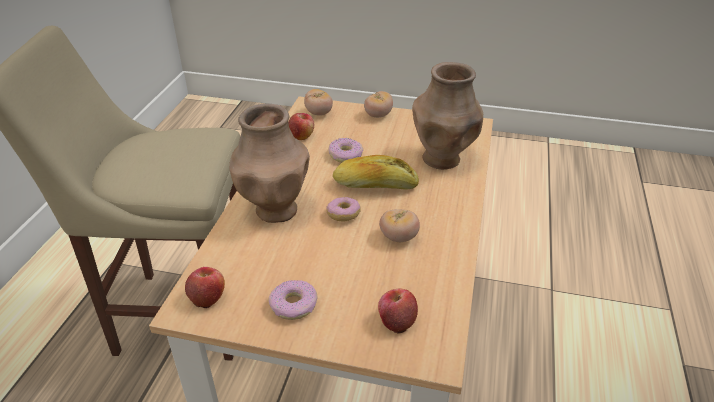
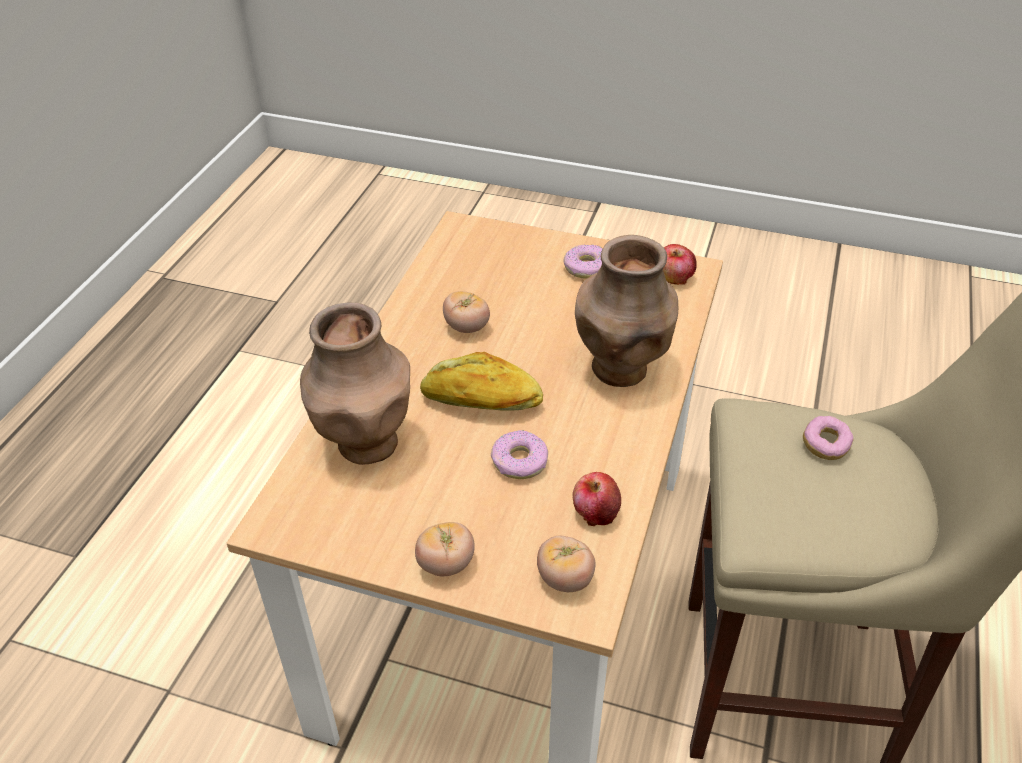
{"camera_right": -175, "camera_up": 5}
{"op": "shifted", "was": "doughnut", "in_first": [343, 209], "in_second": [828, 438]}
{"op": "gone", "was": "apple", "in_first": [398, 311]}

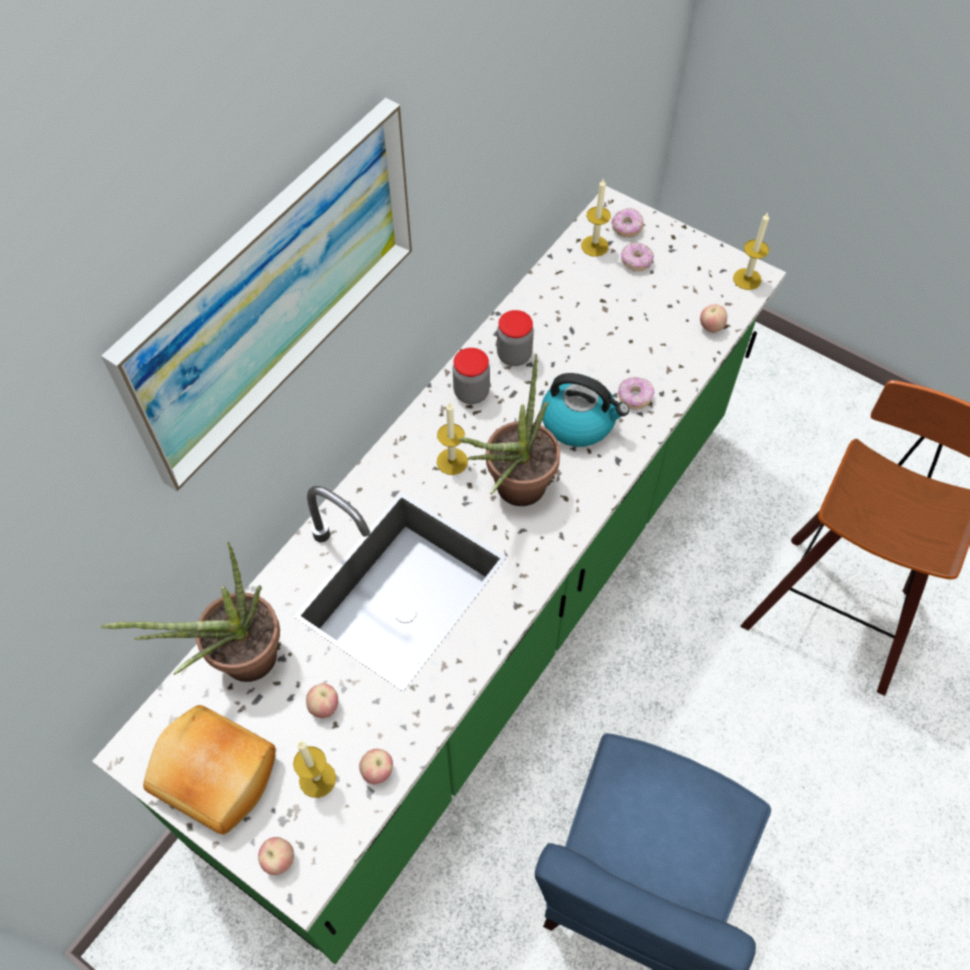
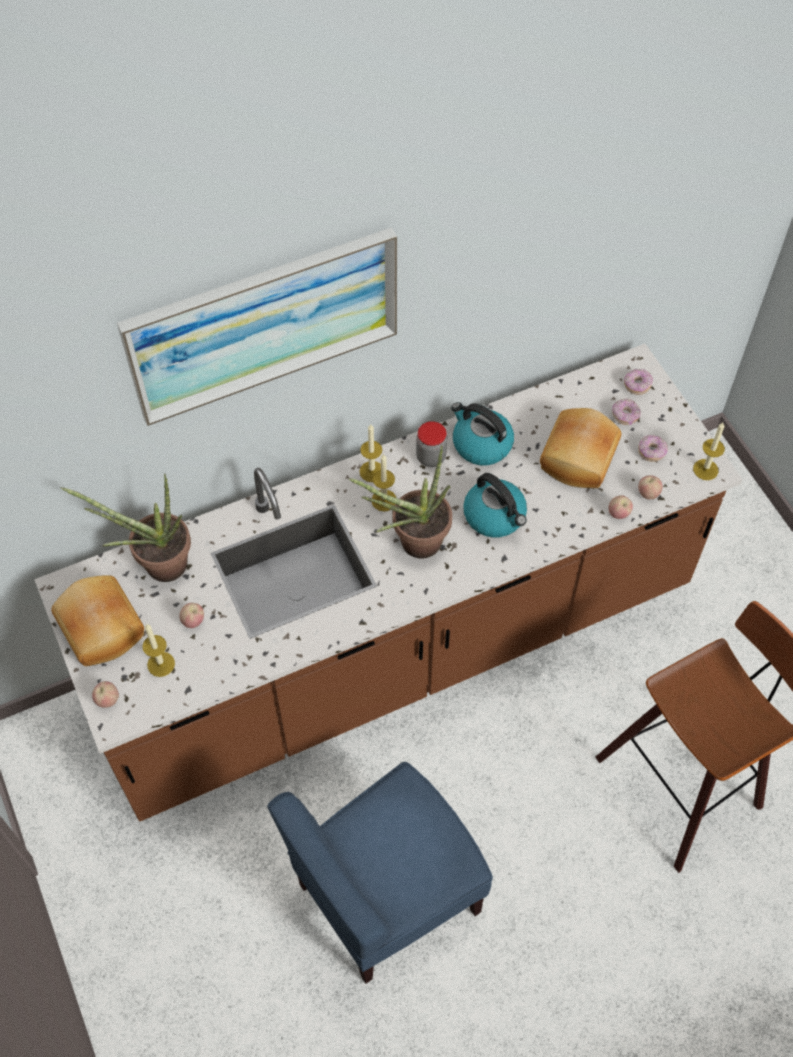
{"camera_right": 30, "camera_up": 0}
{"op": "repainted", "was": "counter (greenish)", "now": "counter (brown)", "in_first": [439, 575], "in_second": [388, 583]}
{"op": "shifted", "was": "wax candle", "in_first": [596, 218], "in_second": [370, 453]}
{"op": "swapped", "was": "storage jar", "now": "kettle", "in_first": [515, 338], "in_second": [482, 434]}
{"op": "new", "now": "bakery bread", "in_second": [581, 448]}
{"op": "shifted", "was": "apple", "in_first": [376, 766], "in_second": [621, 507]}
{"op": "shifted", "was": "doughnut", "in_first": [636, 393], "in_second": [653, 448]}

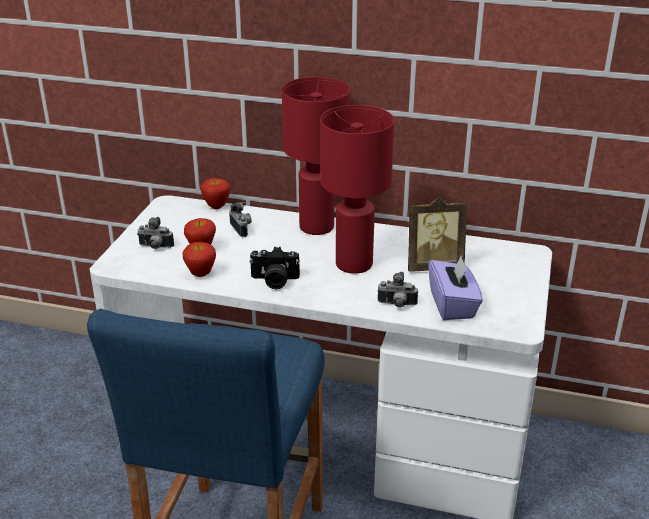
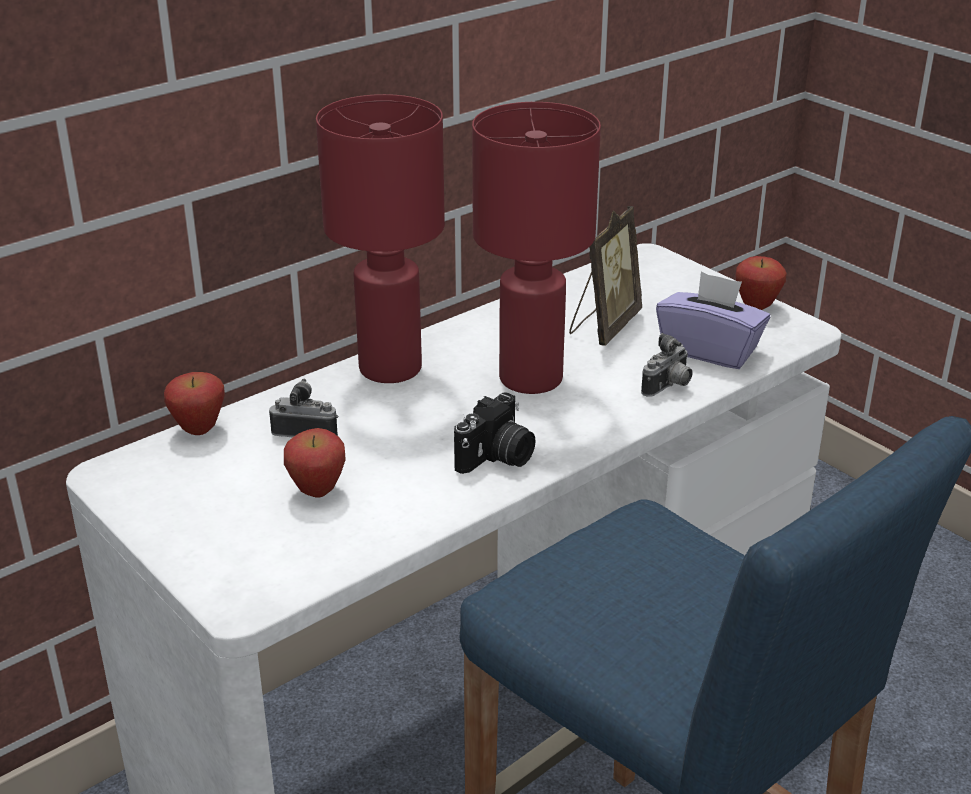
{"camera_right": -55, "camera_up": 0}
{"op": "shifted", "was": "apple", "in_first": [199, 259], "in_second": [761, 283]}
{"op": "gone", "was": "photo camera", "in_first": [155, 233]}

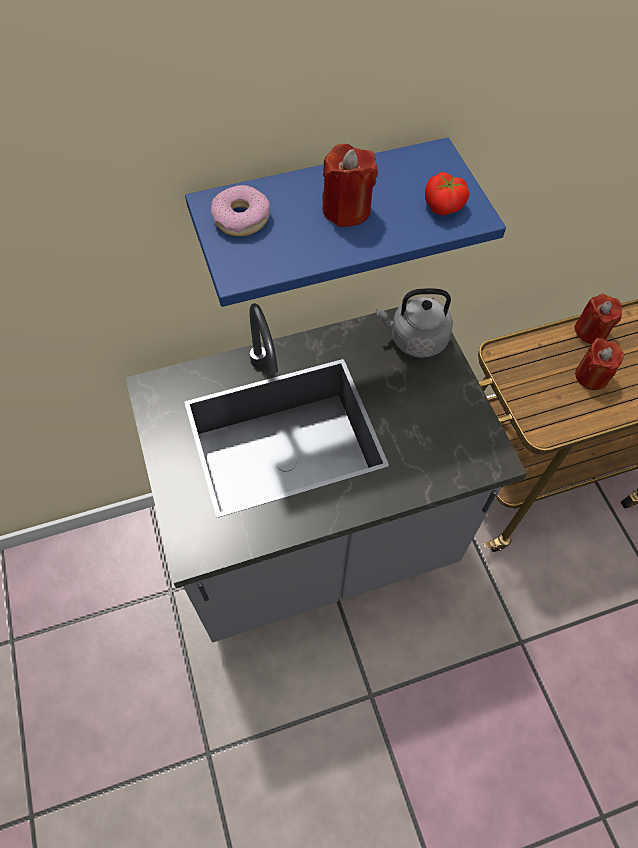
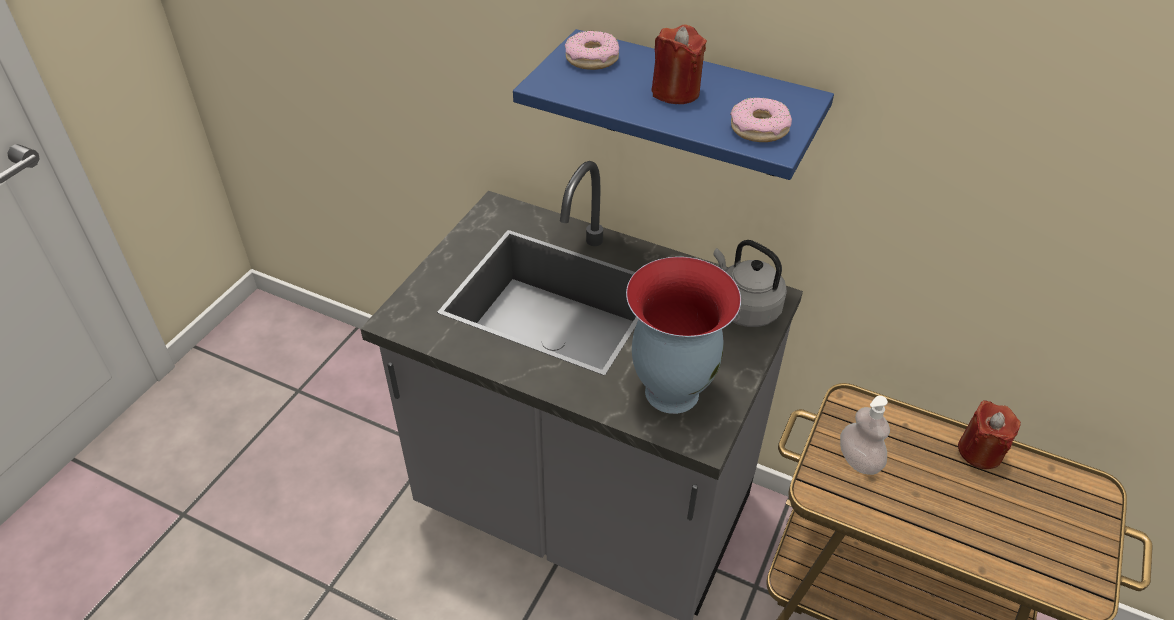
{"camera_right": 45, "camera_up": -15}
{"op": "new", "now": "vase", "in_second": [683, 335]}
{"op": "swapped", "was": "tomato", "now": "doughnut", "in_first": [447, 194], "in_second": [761, 119]}
{"op": "new", "now": "liquid soap bottle", "in_second": [865, 435]}
{"op": "gone", "was": "wax candle (reddish)", "in_first": [599, 364]}

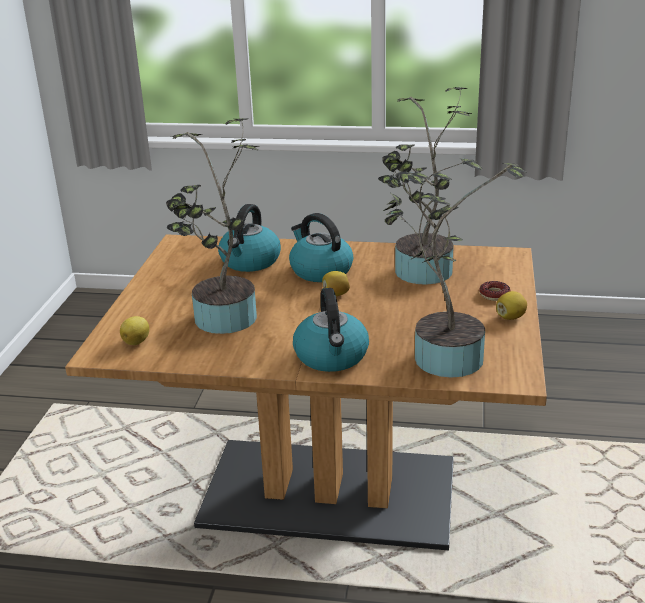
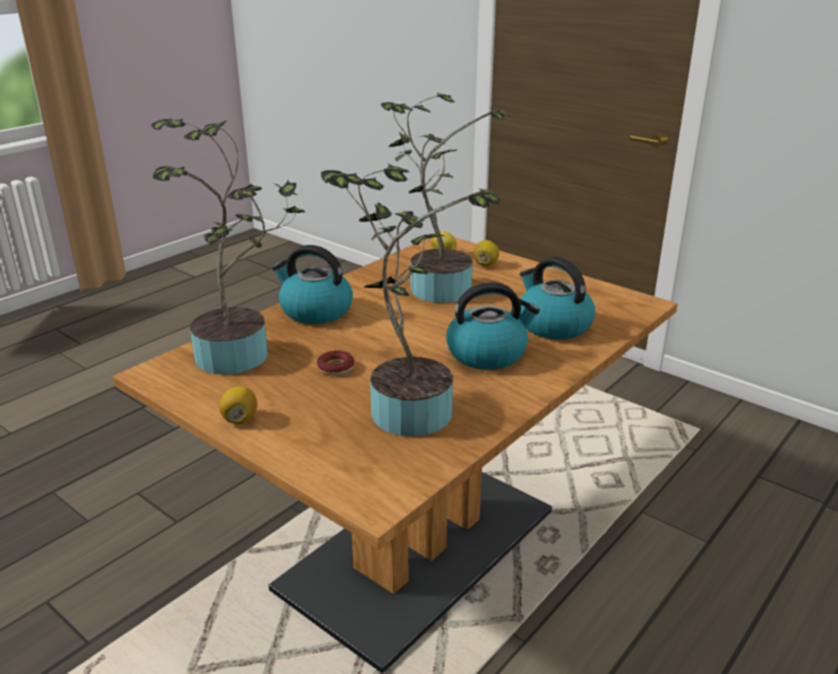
{"camera_right": 120, "camera_up": 0}
{"op": "shifted", "was": "doughnut", "in_first": [495, 291], "in_second": [336, 363]}
{"op": "shifted", "was": "lemon", "in_first": [336, 283], "in_second": [486, 253]}

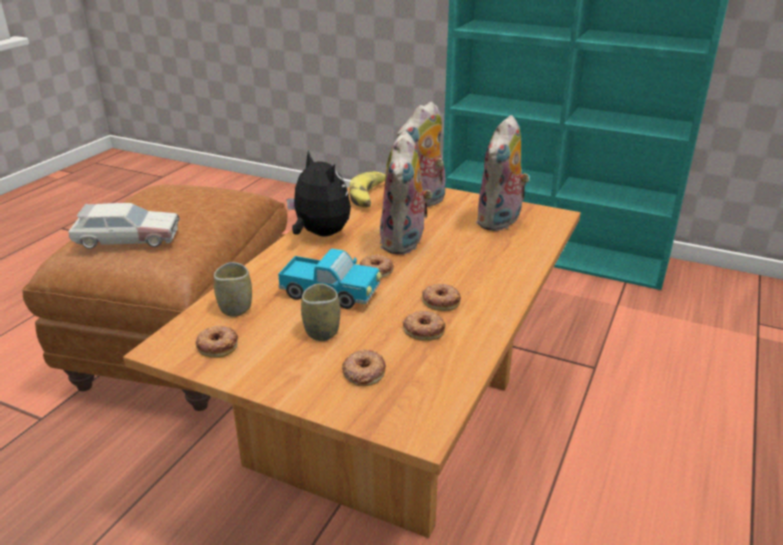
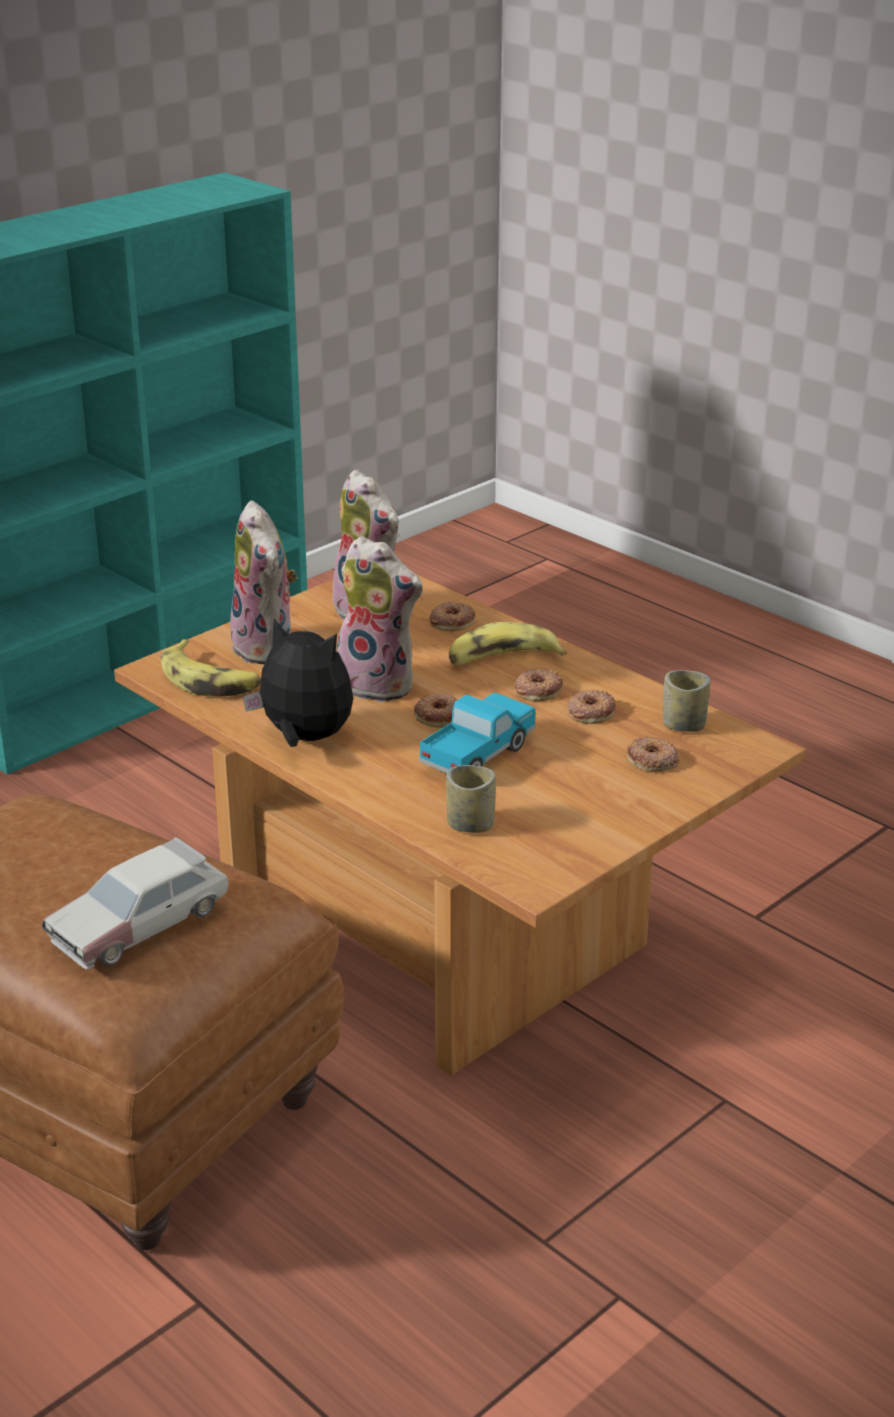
{"camera_right": -70, "camera_up": 0}
{"op": "rotated", "was": "model car", "in_first": [124, 226], "in_second": [135, 903], "clockwise": -150}
{"op": "rotated", "was": "cuddly toy", "in_first": [319, 193], "in_second": [298, 682], "clockwise": 45}
{"op": "shifted", "was": "doughnut", "in_first": [217, 342], "in_second": [452, 616]}
{"op": "new", "now": "banana fruit", "in_second": [508, 643]}
{"op": "shifted", "was": "small cup", "in_first": [320, 312], "in_second": [686, 701]}

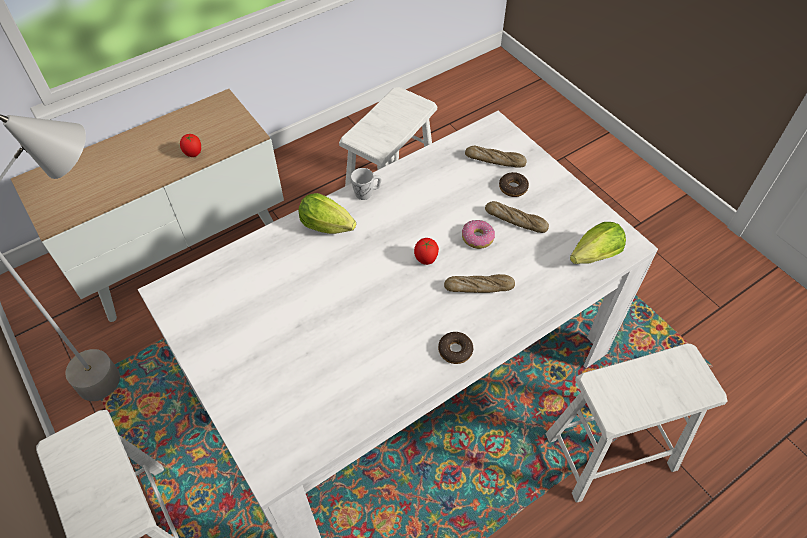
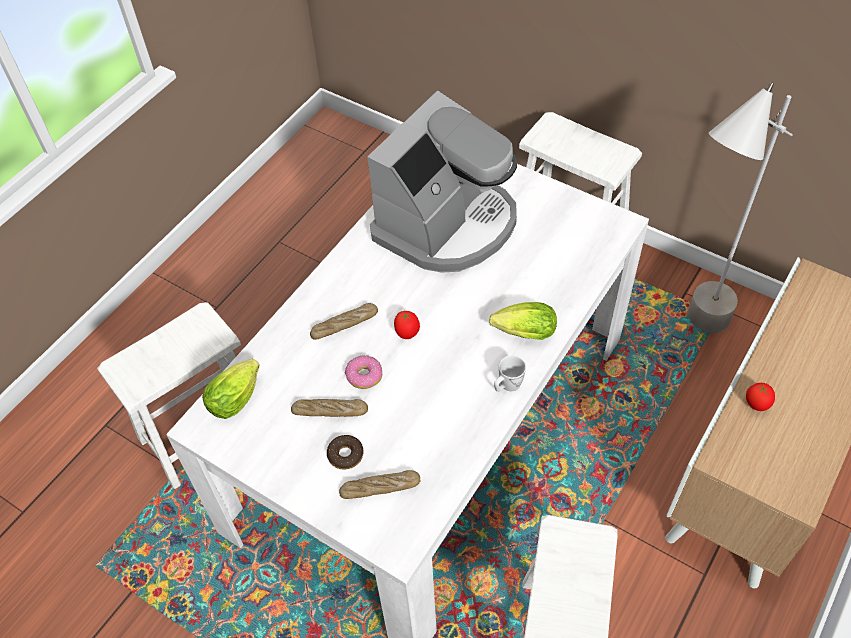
{"camera_right": 160, "camera_up": 0}
{"op": "new", "now": "coffee maker", "in_second": [442, 182]}
{"op": "gone", "was": "doughnut", "in_first": [456, 348]}

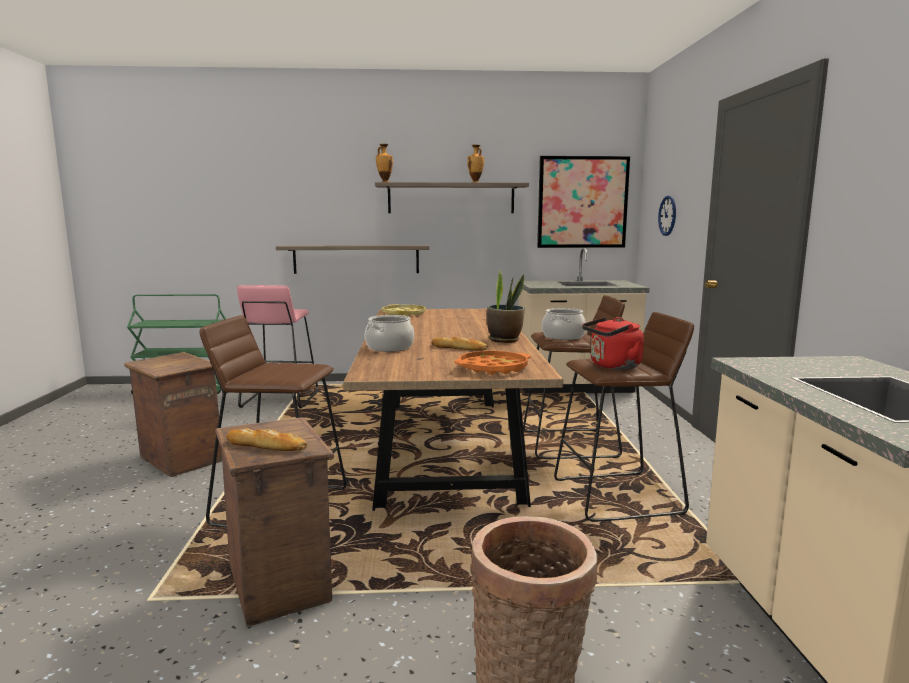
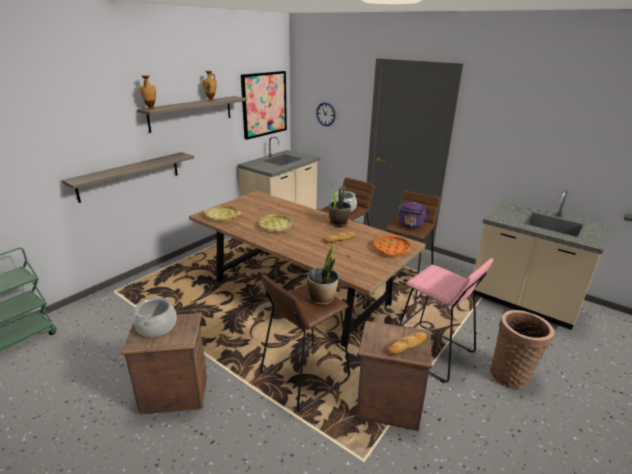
{"camera_right": -50, "camera_up": 15}
{"op": "shifted", "was": "stockpot", "in_first": [389, 333], "in_second": [155, 317]}
{"op": "new", "now": "tray (yellowish)", "in_second": [275, 223]}
{"op": "new", "now": "plant in a pot", "in_second": [323, 275]}
{"op": "repainted", "was": "kettle (reddish)", "now": "kettle (purple-coloured)", "in_first": [613, 343], "in_second": [415, 215]}
{"op": "shifted", "was": "stool seat (pinkish)", "in_first": [277, 346], "in_second": [446, 320]}

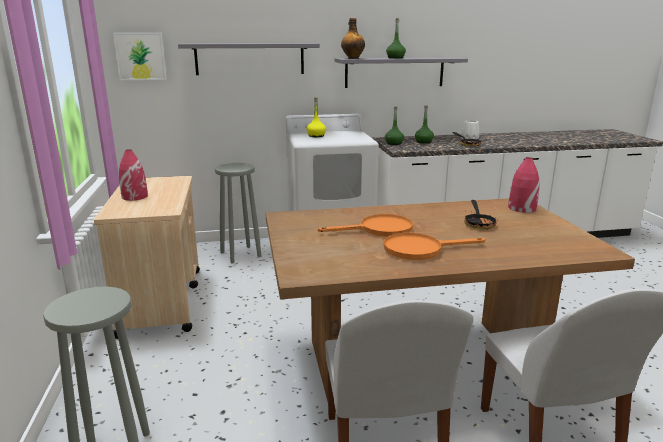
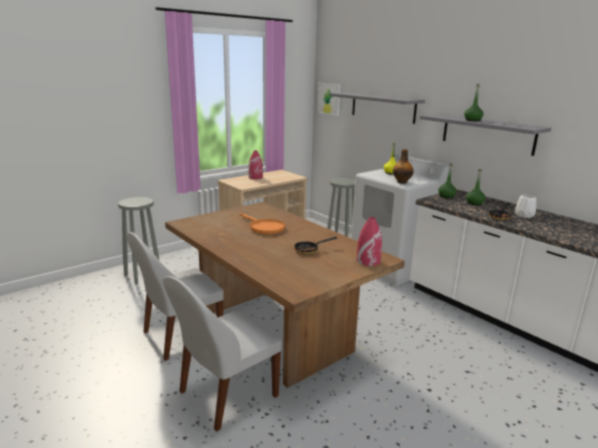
{"camera_right": 60, "camera_up": 0}
{"op": "shifted", "was": "beverage bottle", "in_first": [353, 38], "in_second": [403, 166]}
{"op": "gone", "was": "frying pan (orangey)", "in_first": [434, 246]}

